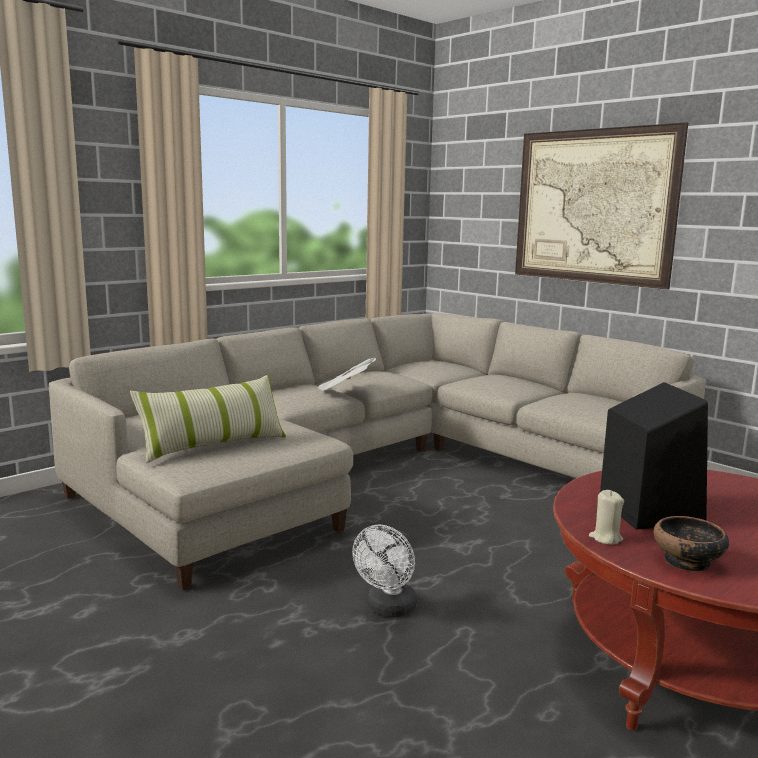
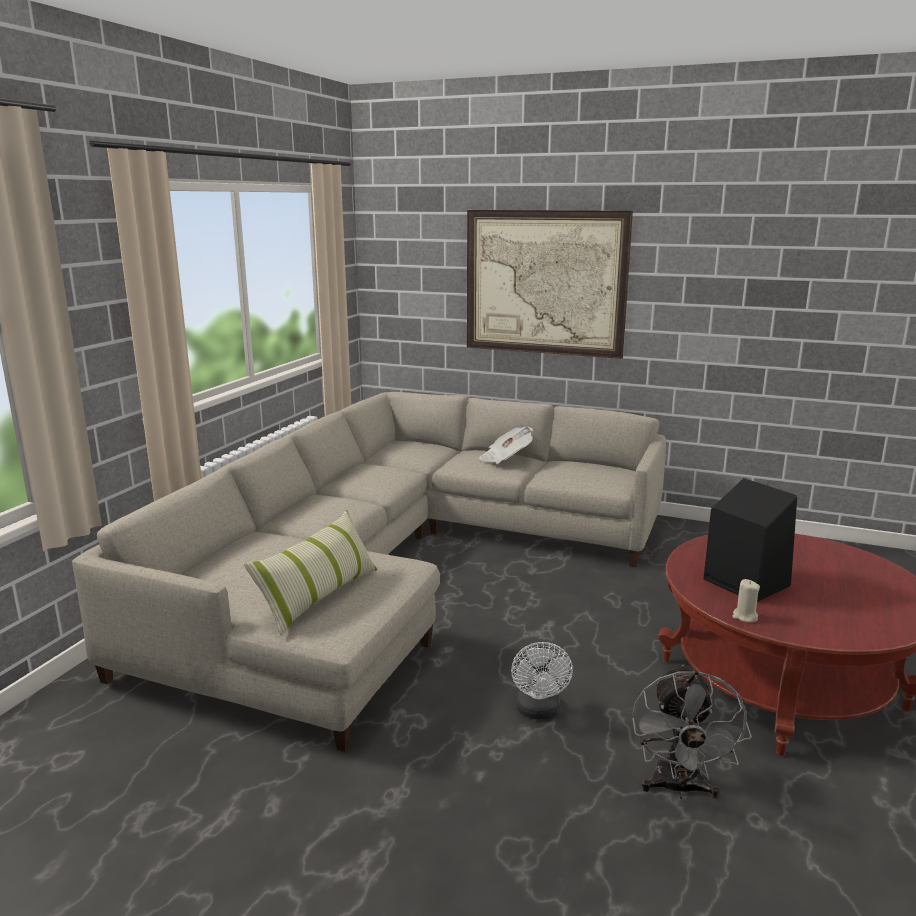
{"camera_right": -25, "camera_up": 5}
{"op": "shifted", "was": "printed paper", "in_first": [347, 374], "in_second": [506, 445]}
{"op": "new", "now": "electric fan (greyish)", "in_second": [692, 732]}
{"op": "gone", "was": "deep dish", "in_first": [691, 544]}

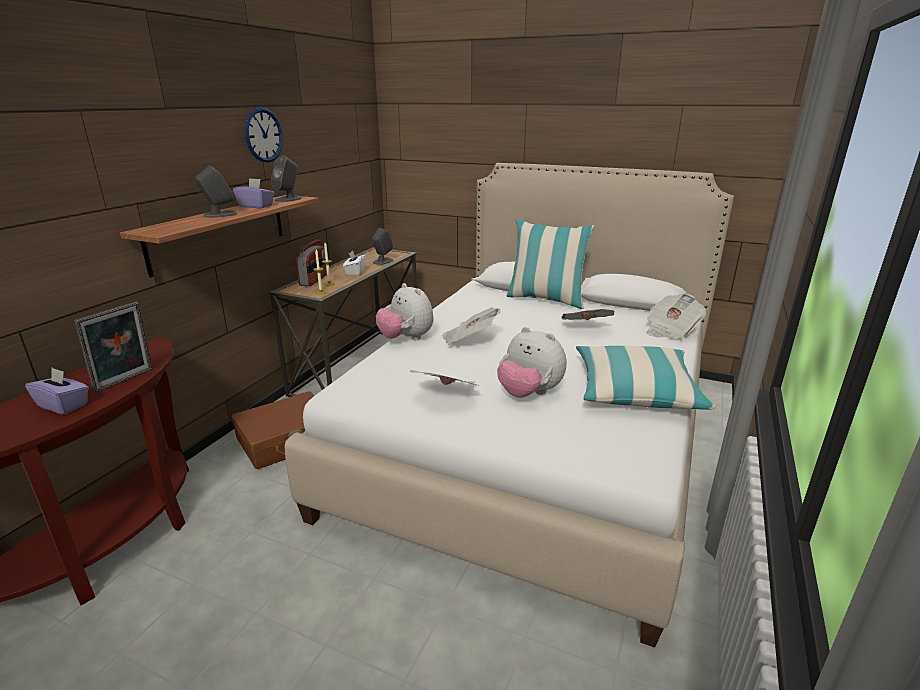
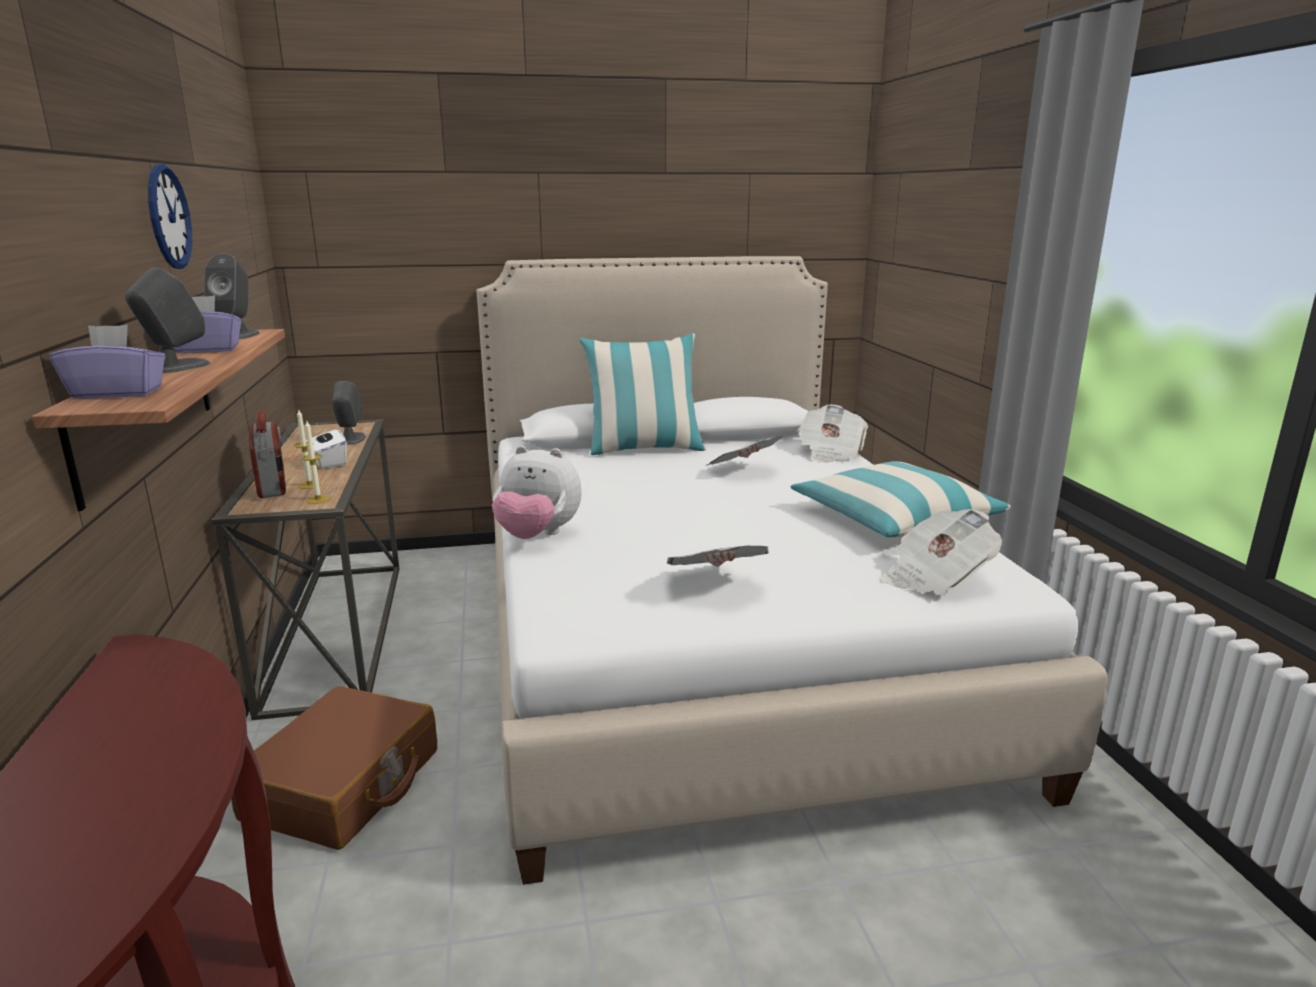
{"camera_right": -35, "camera_up": -5}
{"op": "shifted", "was": "box of tissues (purple-coloured)", "in_first": [57, 391], "in_second": [107, 361]}
{"op": "shifted", "was": "printed paper", "in_first": [471, 326], "in_second": [942, 552]}
{"op": "gone", "was": "picture frame", "in_first": [113, 347]}
{"op": "gone", "was": "cuddly toy", "in_first": [532, 362]}

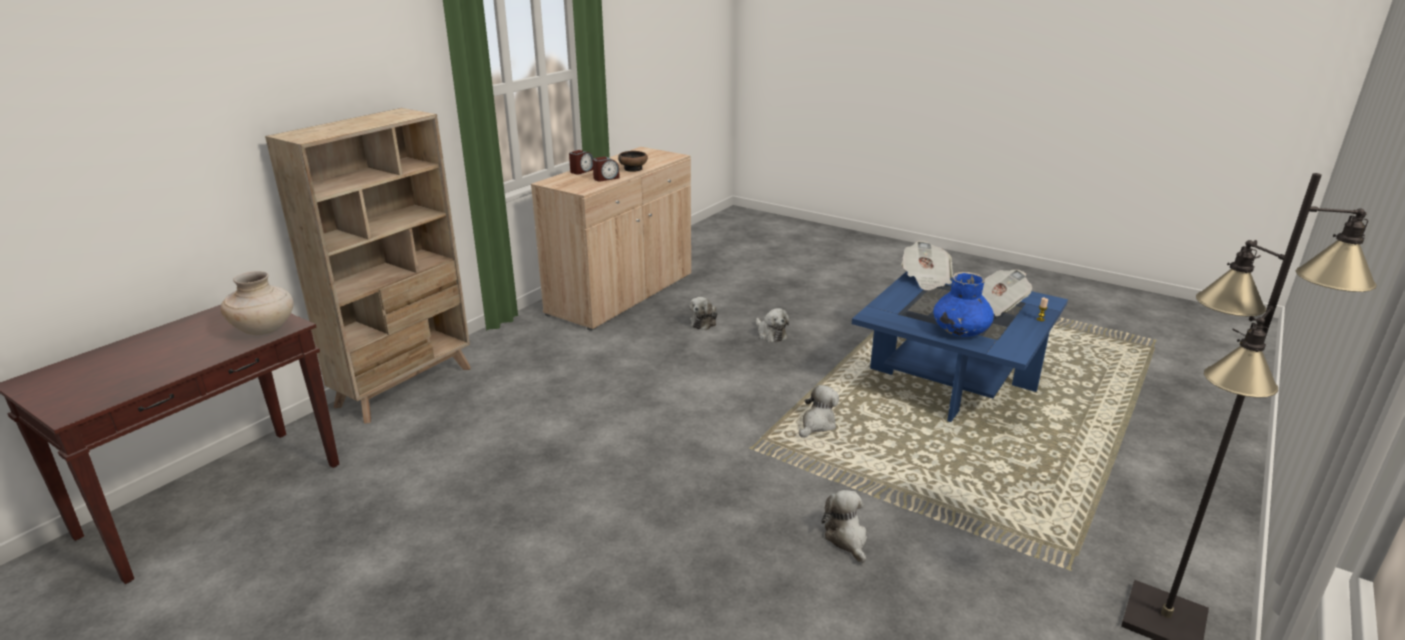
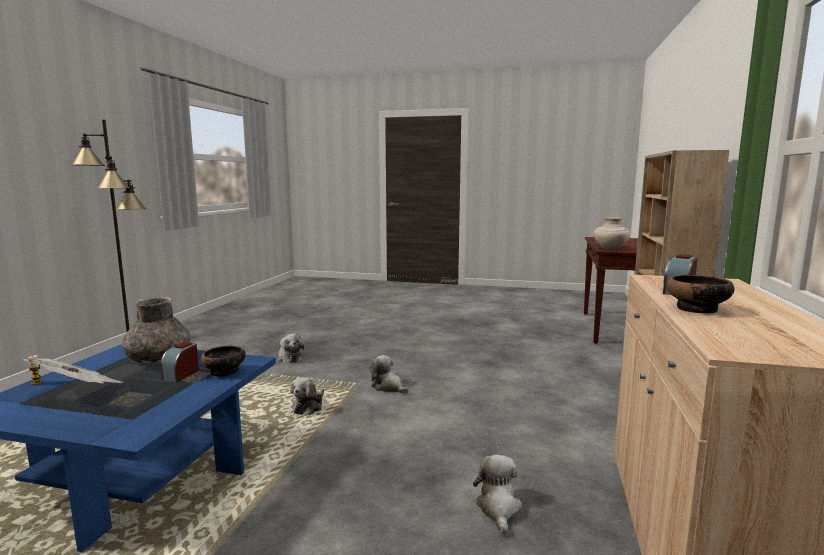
{"camera_right": 160, "camera_up": -15}
{"op": "repainted", "was": "vase (blue)", "now": "vase (greyish)", "in_first": [963, 304], "in_second": [156, 330]}
{"op": "shifted", "was": "bedside clock", "in_first": [581, 162], "in_second": [180, 362]}
{"op": "new", "now": "deep dish", "in_second": [223, 361]}
{"op": "shifted", "was": "cuddly toy", "in_first": [772, 325], "in_second": [389, 374]}
{"op": "gone", "was": "printed paper", "in_first": [927, 265]}

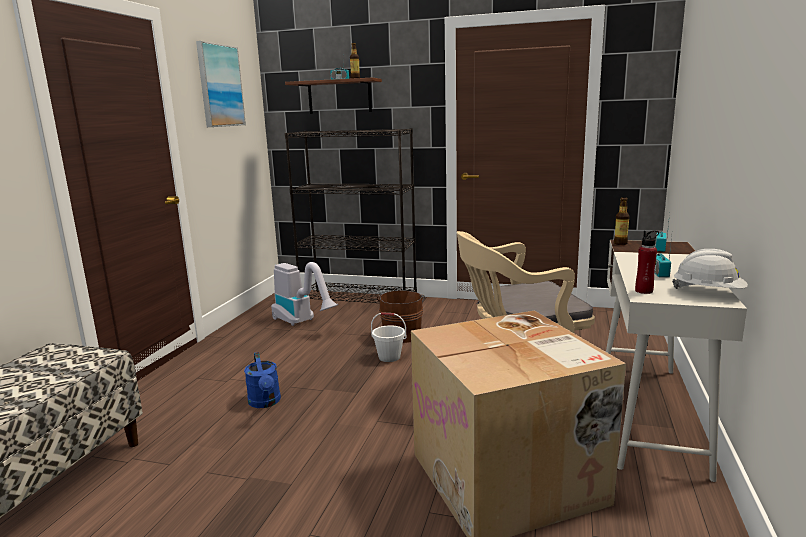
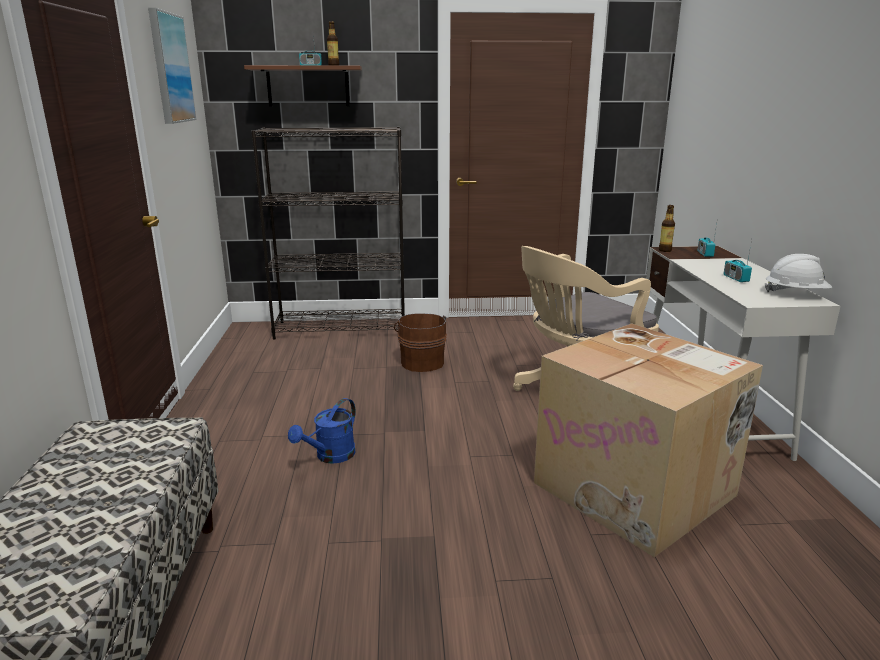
{"camera_right": -20, "camera_up": 5}
{"op": "rotated", "was": "watering can (blue)", "in_first": [262, 380], "in_second": [322, 431], "clockwise": 75}
{"op": "gone", "was": "hoover", "in_first": [304, 294]}
{"op": "gone", "was": "water bucket (white-coloured)", "in_first": [388, 337]}
{"op": "gone", "was": "beverage bottle (reddish)", "in_first": [647, 262]}

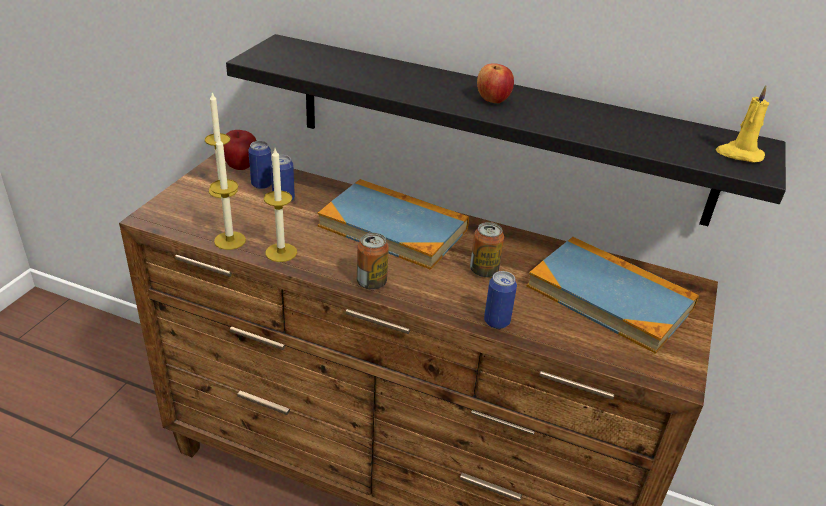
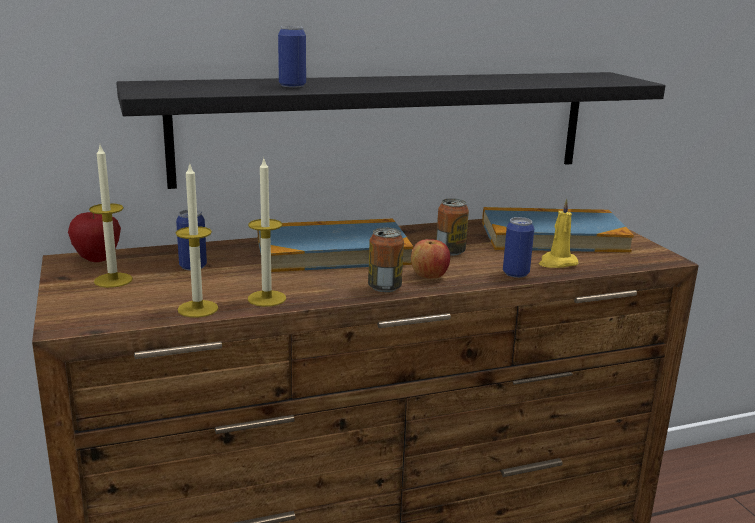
{"camera_right": -40, "camera_up": -15}
{"op": "shifted", "was": "can", "in_first": [260, 165], "in_second": [292, 57]}
{"op": "shifted", "was": "apple", "in_first": [495, 83], "in_second": [430, 259]}
{"op": "shifted", "was": "wax candle (yellowish)", "in_first": [742, 123], "in_second": [558, 233]}

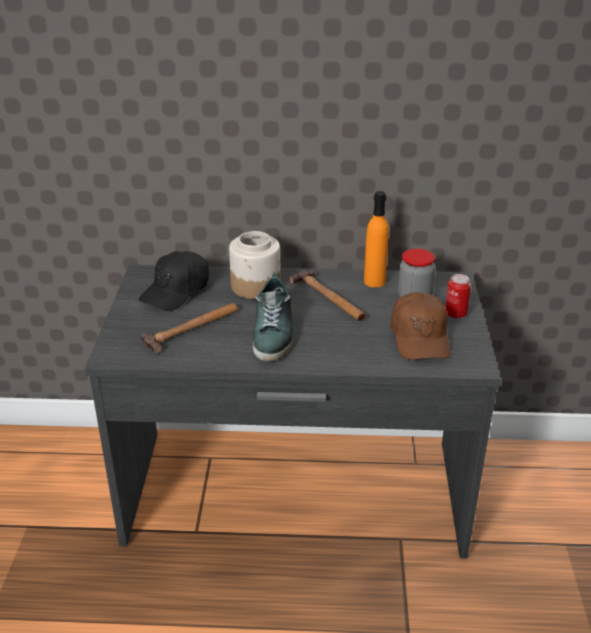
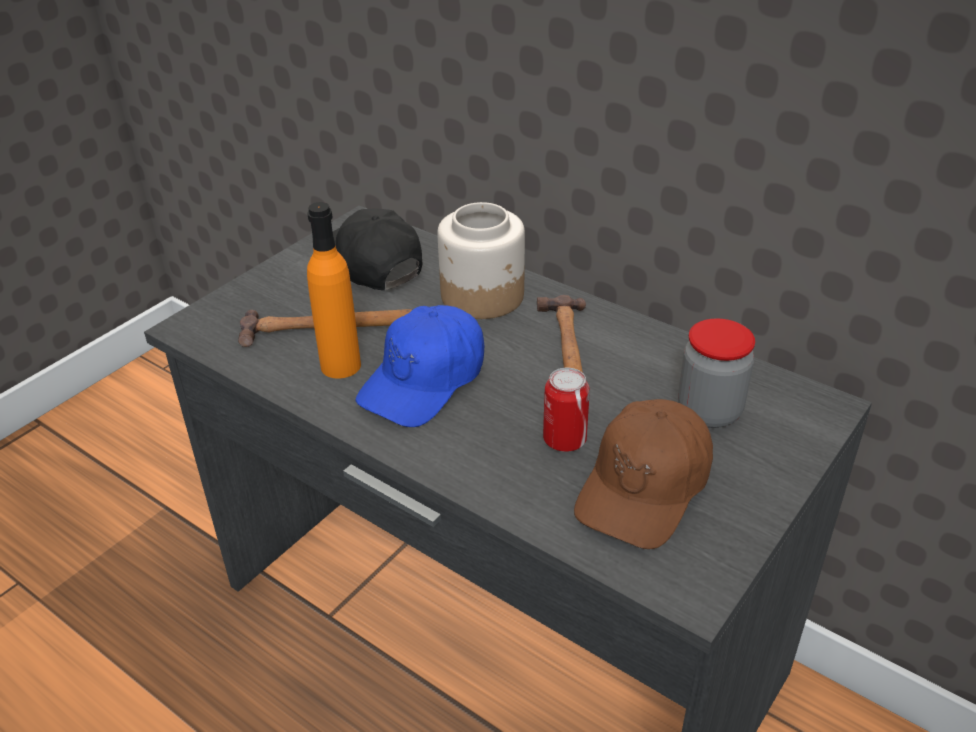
{"camera_right": 35, "camera_up": 5}
{"op": "shifted", "was": "beverage bottle (orangey)", "in_first": [376, 239], "in_second": [334, 290]}
{"op": "rotated", "was": "baseball cap (black-coloured)", "in_first": [174, 281], "in_second": [377, 249], "clockwise": 75}
{"op": "swapped", "was": "item of footwear", "now": "baseball cap (blue)", "in_first": [273, 316], "in_second": [420, 366]}
{"op": "shifted", "was": "can", "in_first": [458, 296], "in_second": [566, 410]}

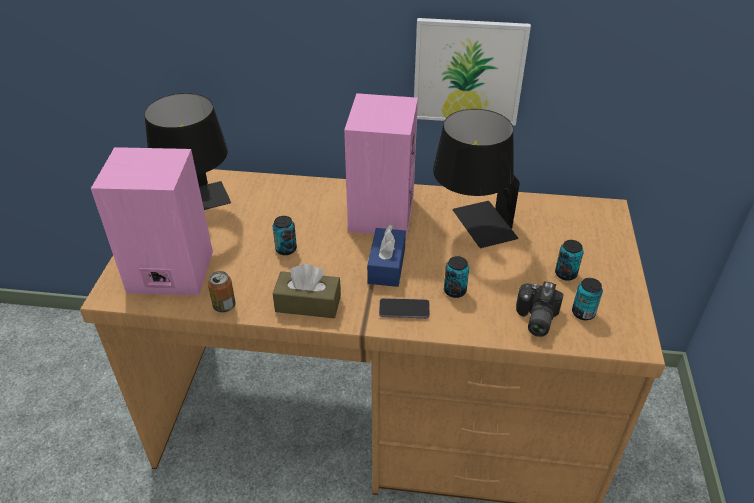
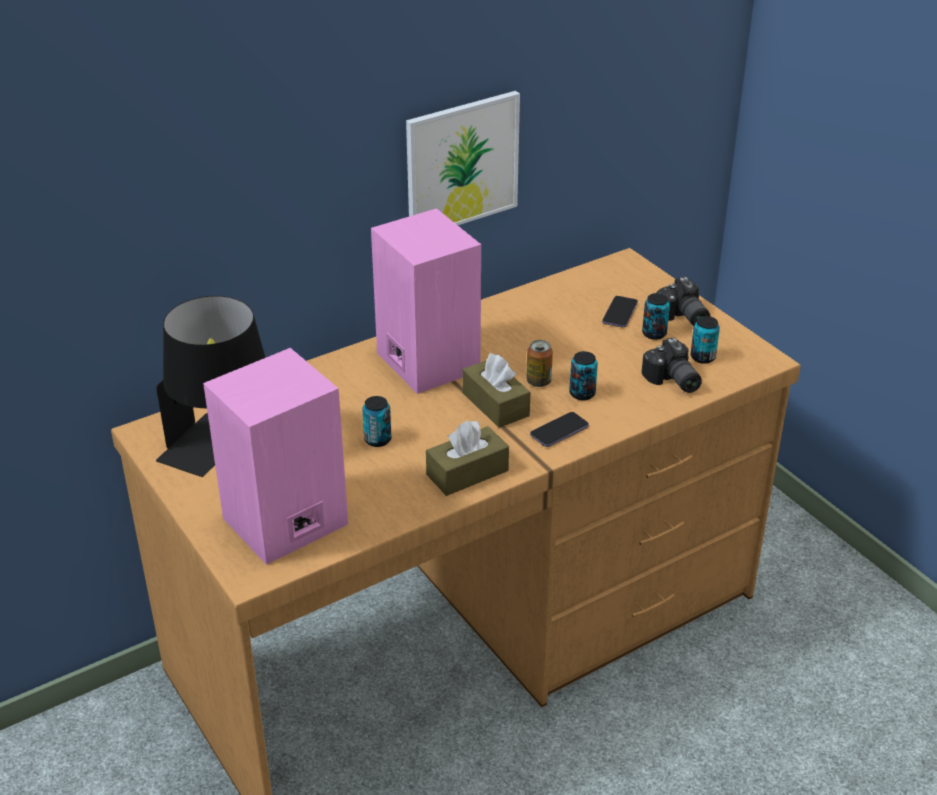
{"camera_right": -40, "camera_up": -5}
{"op": "repainted", "was": "box of tissues (blue)", "now": "box of tissues (brown)", "in_first": [386, 256], "in_second": [496, 390]}
{"op": "shifted", "was": "can", "in_first": [221, 292], "in_second": [539, 363]}
{"op": "new", "now": "phone", "in_second": [620, 311]}
{"op": "new", "now": "photo camera", "in_second": [683, 301]}
{"op": "gone", "was": "tabletop lamp (black-coloured)", "in_first": [476, 178]}

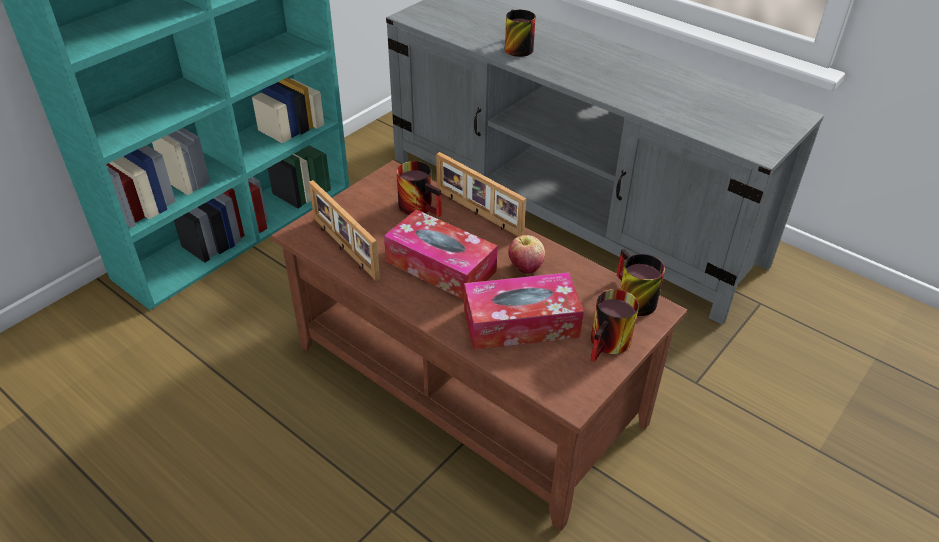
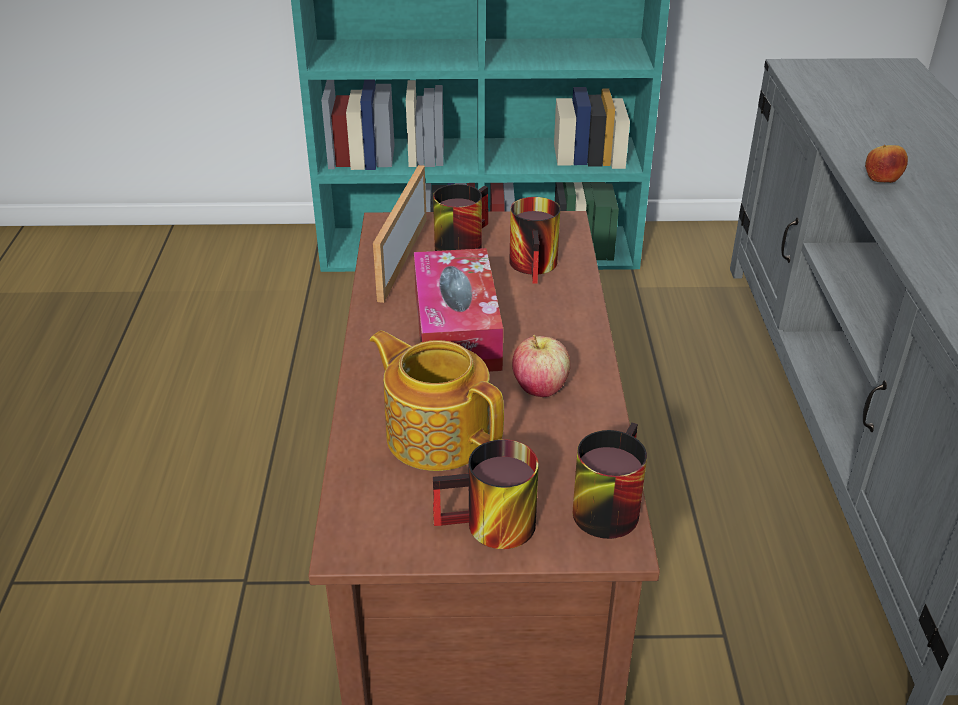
{"camera_right": 50, "camera_up": -5}
{"op": "swapped", "was": "box of tissues", "now": "teapot", "in_first": [524, 311], "in_second": [437, 401]}
{"op": "shifted", "was": "tea mug", "in_first": [520, 33], "in_second": [460, 217]}
{"op": "new", "now": "apple", "in_second": [886, 164]}
{"op": "gone", "was": "picture frame", "in_first": [481, 194]}

